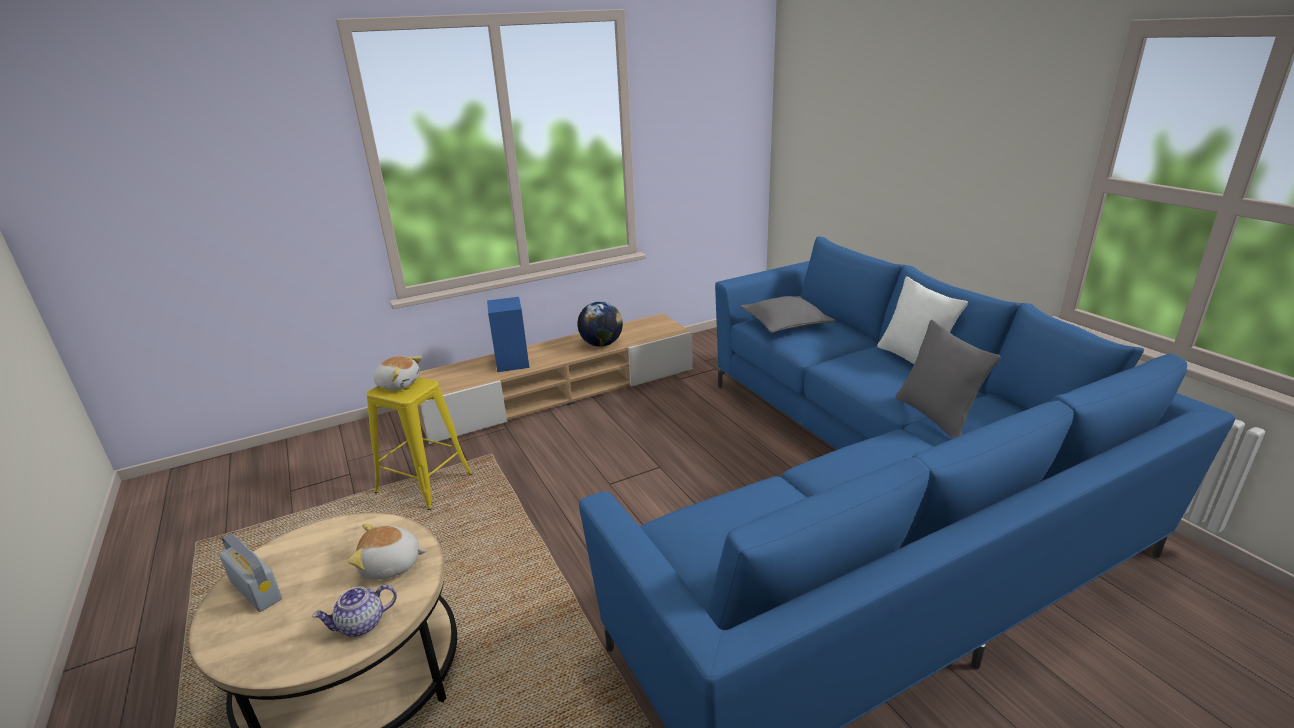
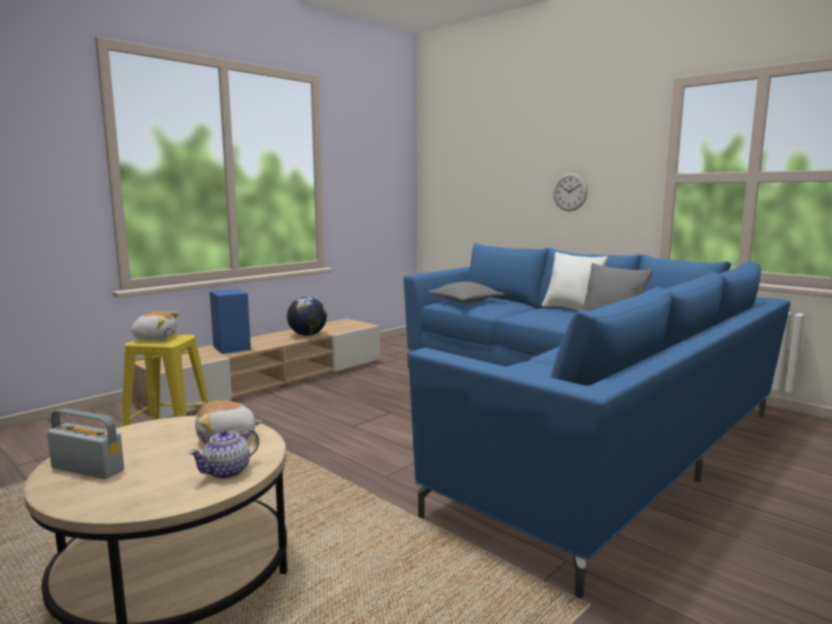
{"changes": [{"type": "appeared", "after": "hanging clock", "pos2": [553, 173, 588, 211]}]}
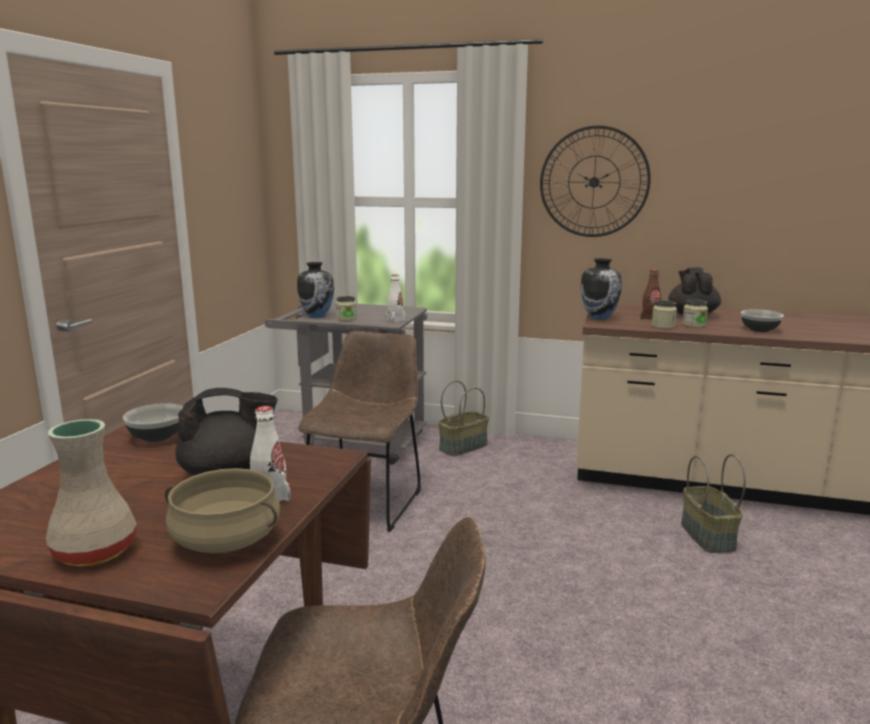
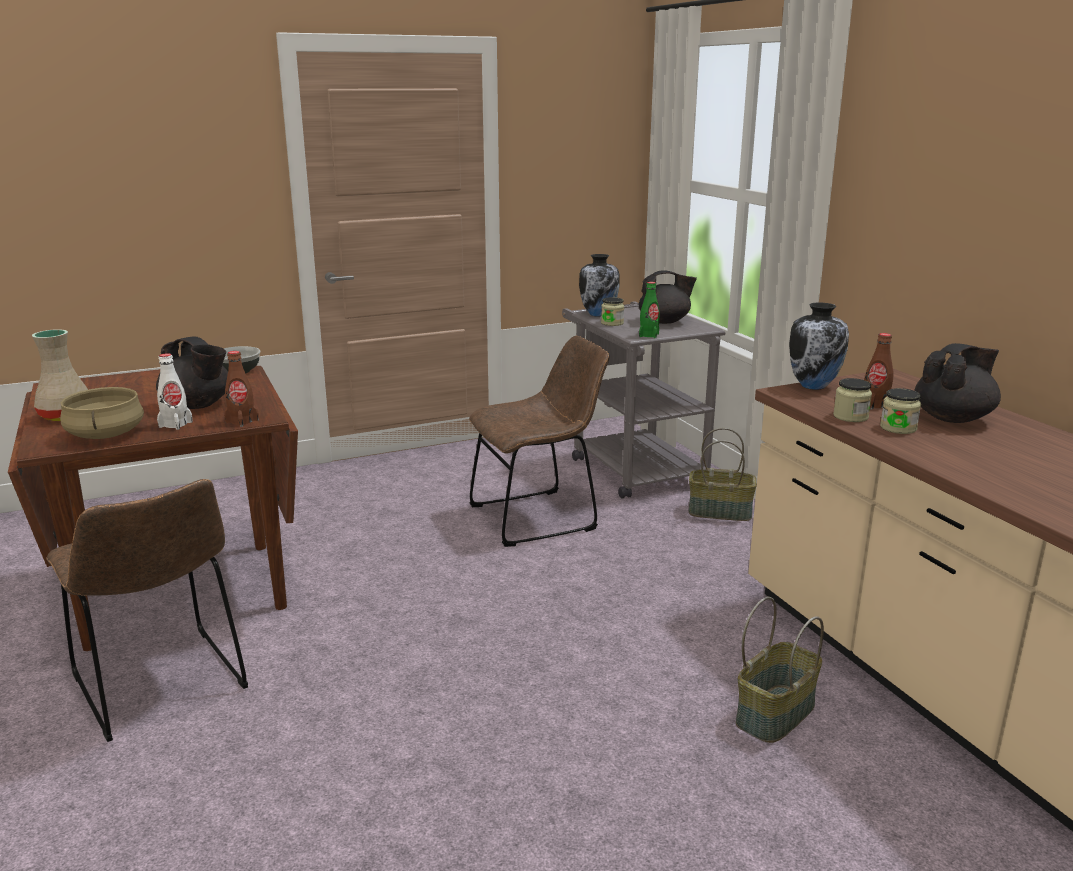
{"changes": [{"type": "missing", "before": "hanging clock", "pos1": [540, 125, 651, 237]}, {"type": "colour", "before": "drink bottle (white-coloured)", "after": "drink bottle (green-coloured)", "pos1": [386, 275, 406, 322], "pos2": [639, 282, 660, 338]}, {"type": "missing", "before": "serving bowl", "pos1": [741, 309, 784, 332]}, {"type": "appeared", "after": "pot for tea (black)", "pos2": [639, 270, 697, 324]}, {"type": "appeared", "after": "drink bottle (brownish)", "pos2": [224, 351, 259, 427]}]}
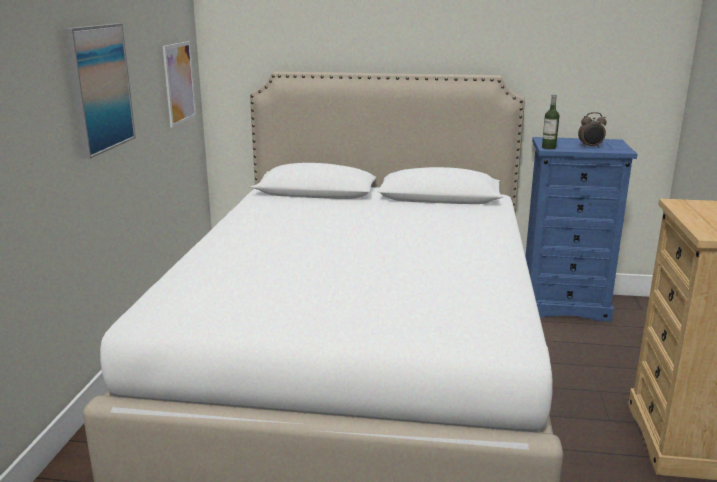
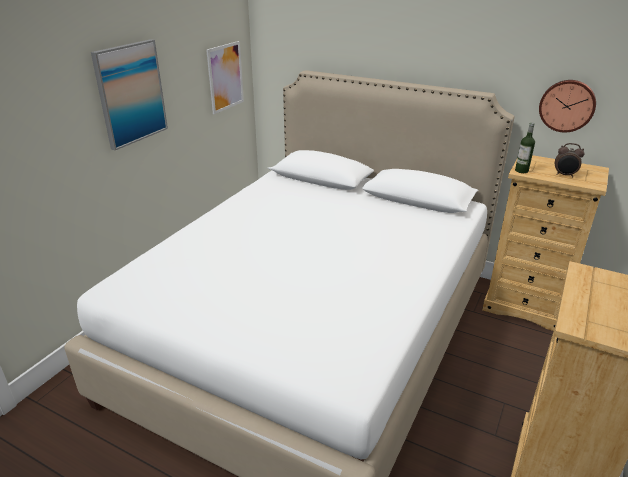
{"changes": [{"type": "colour", "before": "chest of drawers (blue)", "after": "chest of drawers (beige)", "pos1": [525, 137, 638, 322], "pos2": [482, 155, 609, 331]}, {"type": "appeared", "after": "hanging clock", "pos2": [539, 80, 596, 132]}]}
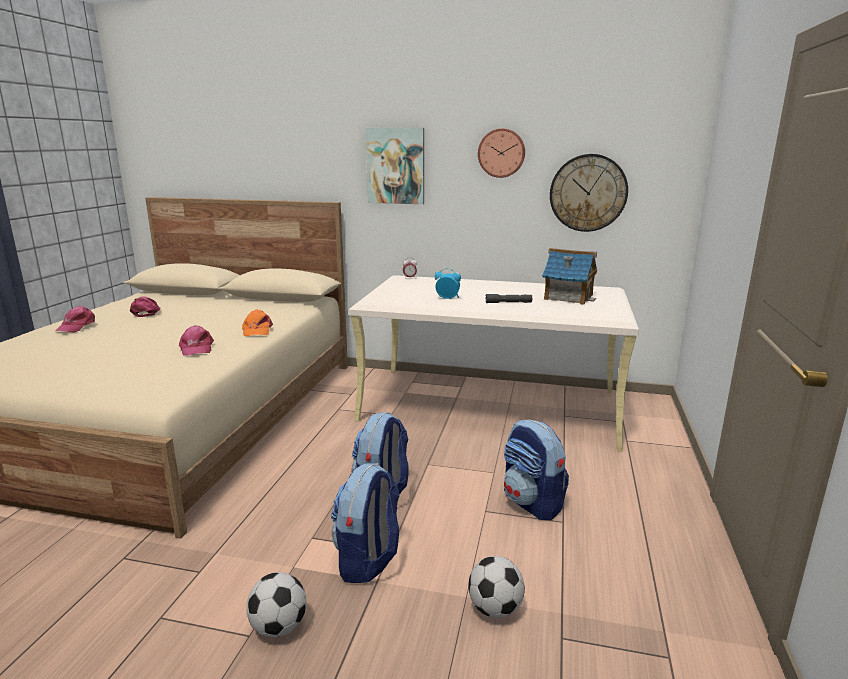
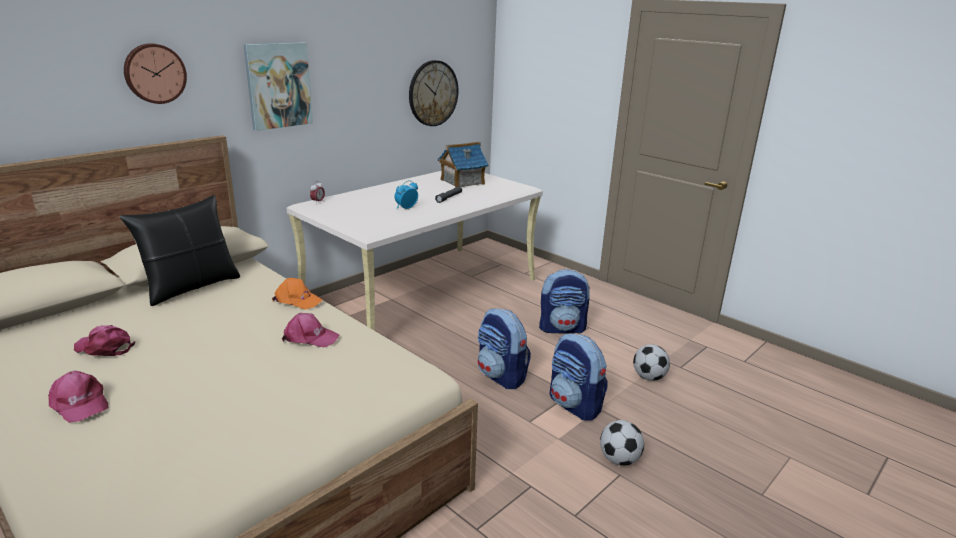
{"changes": [{"type": "relocated", "before": "hanging clock", "pos1": [478, 128, 525, 178], "pos2": [124, 43, 187, 104]}, {"type": "appeared", "after": "pillow (black)", "pos2": [120, 195, 240, 306]}]}
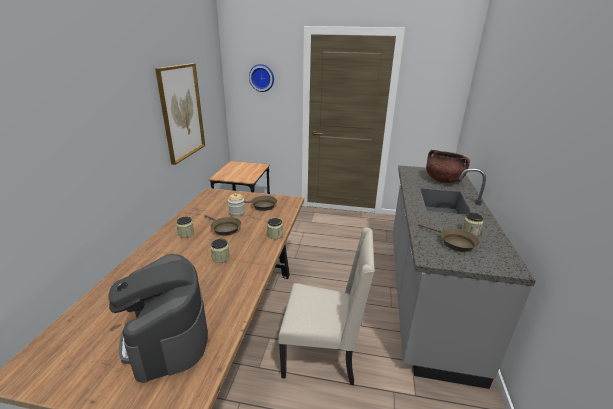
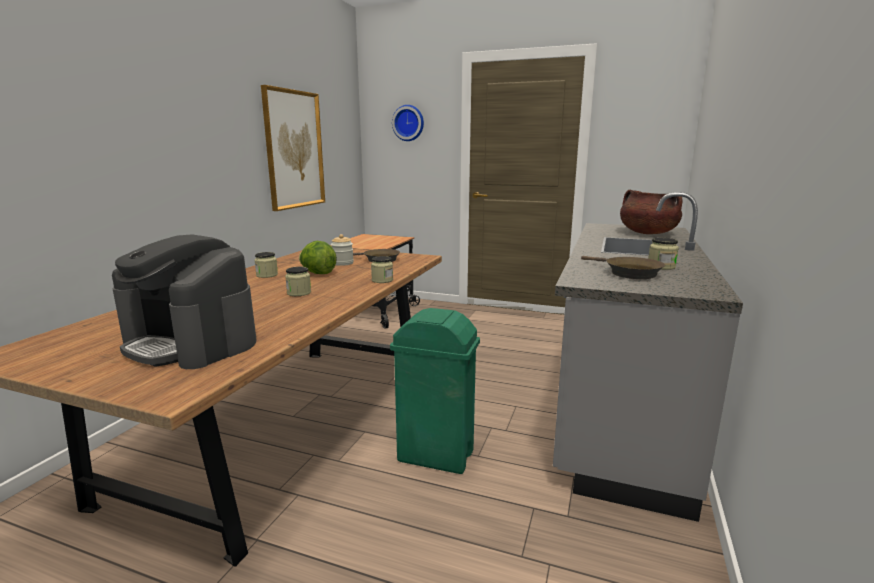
{"changes": [{"type": "exchanged", "before": "pan (brownish)", "after": "lettuce", "pos1": [204, 215, 241, 236], "pos2": [299, 241, 337, 274]}, {"type": "exchanged", "before": "chair (beige)", "after": "waste bin (green-coloured)", "pos1": [278, 227, 375, 385], "pos2": [390, 308, 480, 474]}, {"type": "spun", "before": "coffee machine", "pos1": [108, 254, 208, 383], "pos2": [112, 234, 257, 369], "turn": -45}]}
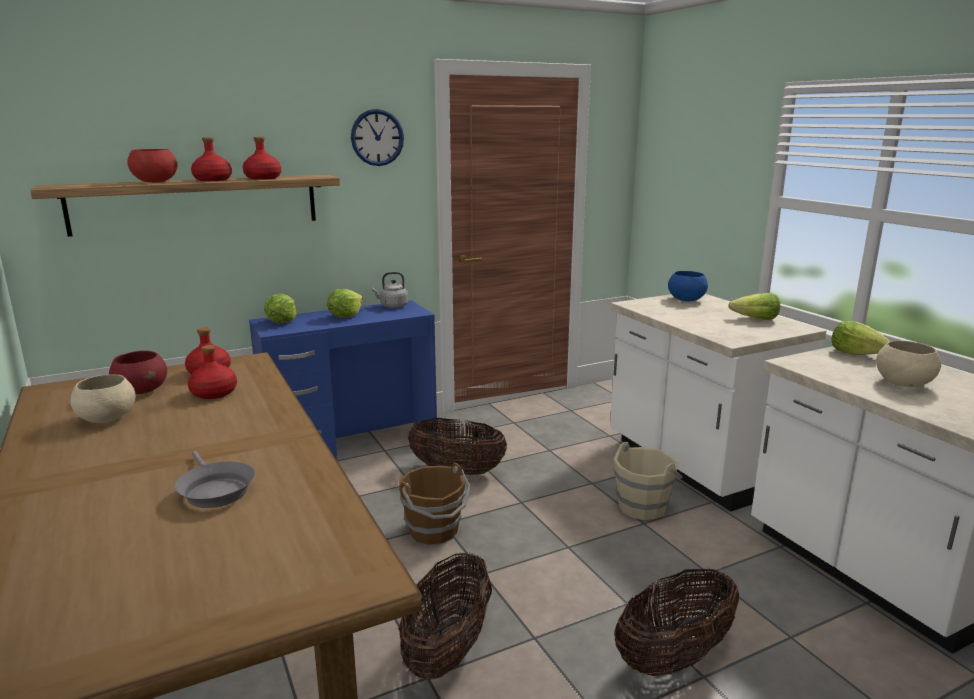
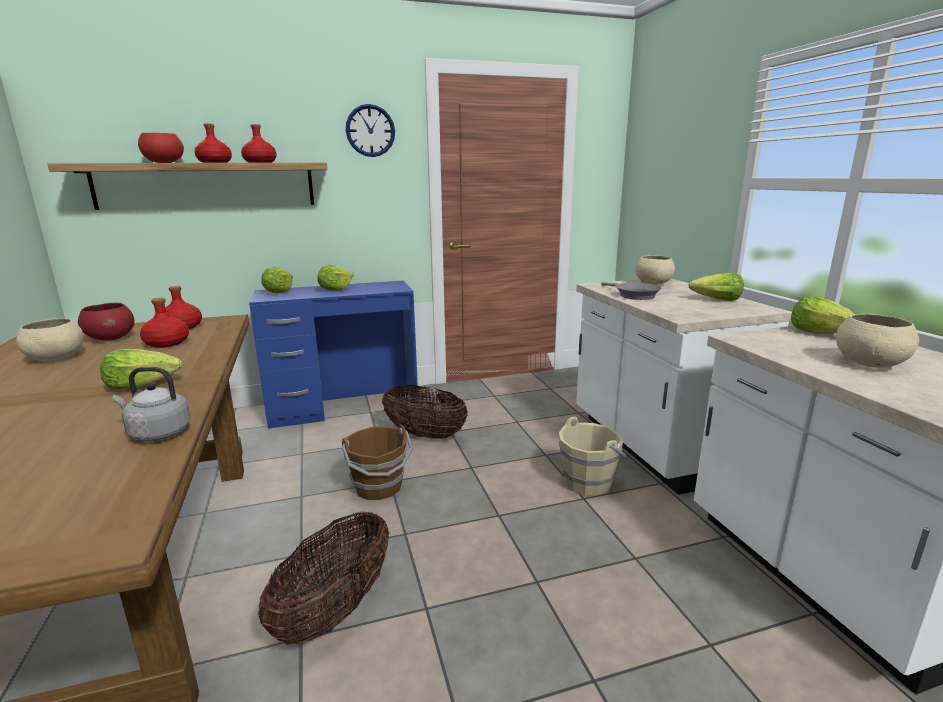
{"changes": [{"type": "colour", "before": "serving bowl (blue)", "after": "serving bowl (beige)", "pos1": [668, 271, 708, 301], "pos2": [635, 255, 675, 285]}, {"type": "relocated", "before": "kettle (grey)", "pos1": [372, 272, 408, 308], "pos2": [112, 367, 191, 441]}, {"type": "relocated", "before": "pan (grey)", "pos1": [175, 451, 255, 508], "pos2": [601, 282, 661, 300]}, {"type": "missing", "before": "household basket", "pos1": [614, 568, 739, 676]}, {"type": "appeared", "after": "lettuce", "pos2": [100, 349, 182, 390]}]}
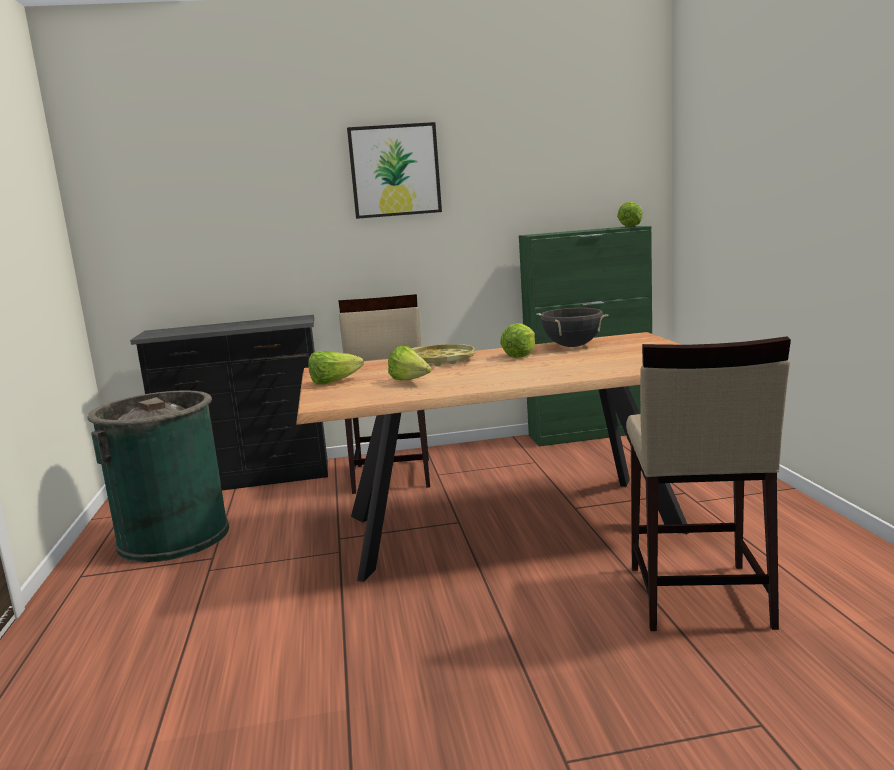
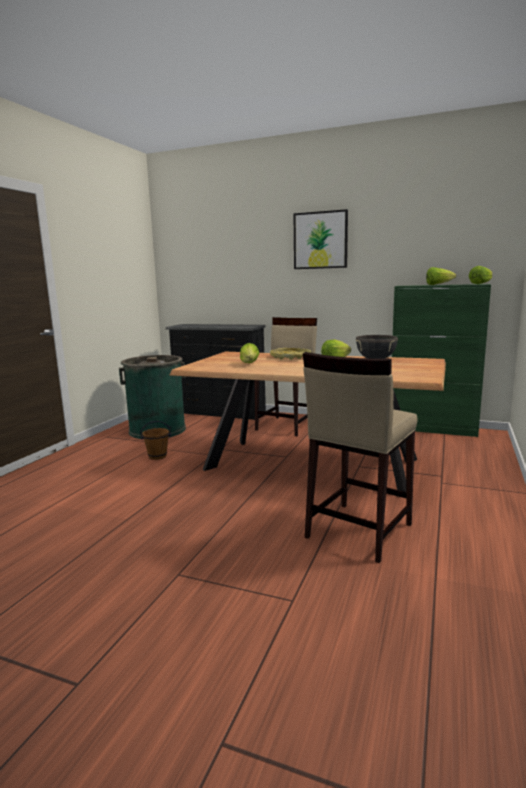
{"changes": [{"type": "relocated", "before": "lettuce", "pos1": [308, 351, 364, 385], "pos2": [426, 267, 456, 285]}, {"type": "appeared", "after": "water bucket (brownish)", "pos2": [140, 421, 171, 460]}]}
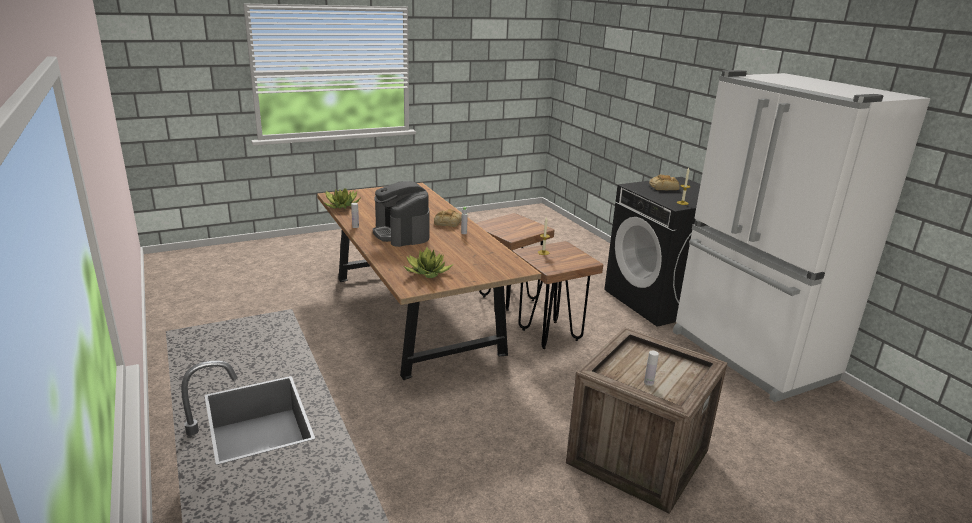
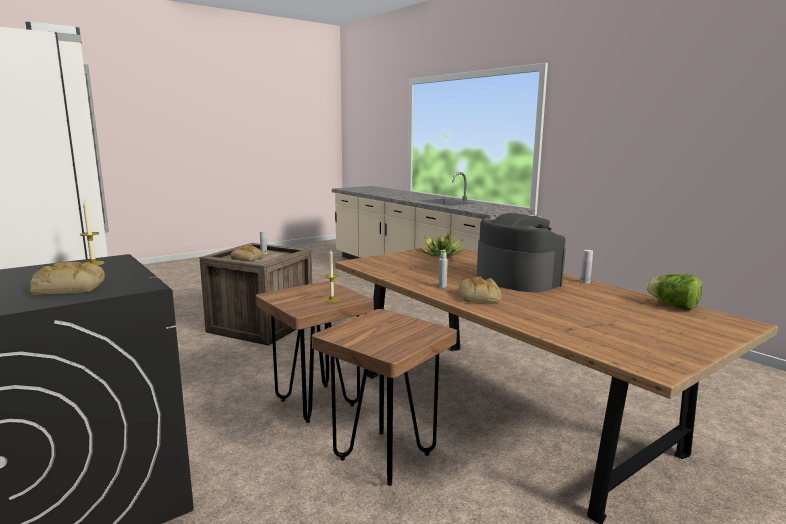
{"changes": [{"type": "exchanged", "before": "plant in a pot", "after": "lettuce", "pos1": [324, 188, 361, 209], "pos2": [647, 274, 702, 310]}, {"type": "appeared", "after": "baked bread", "pos2": [231, 245, 265, 261]}]}
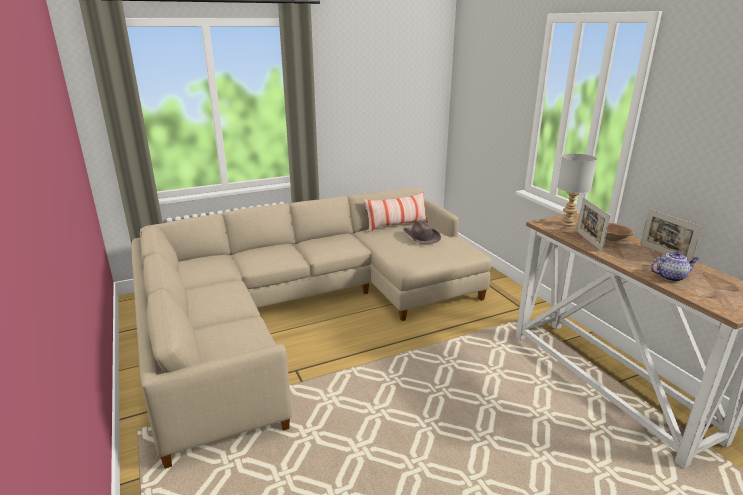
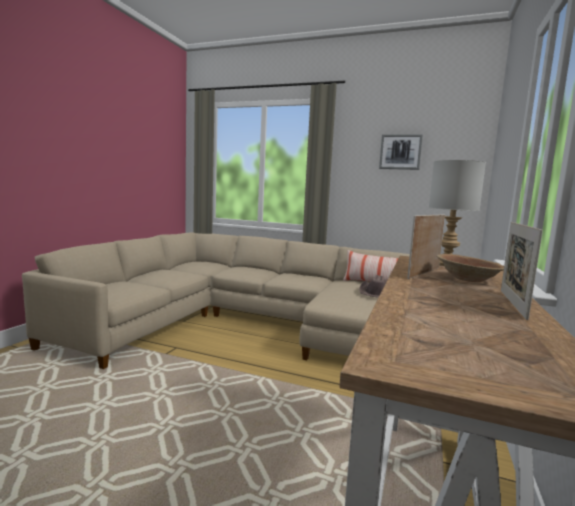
{"changes": [{"type": "missing", "before": "pot for tea", "pos1": [650, 252, 699, 282]}, {"type": "appeared", "after": "wall picture", "pos2": [379, 134, 423, 170]}]}
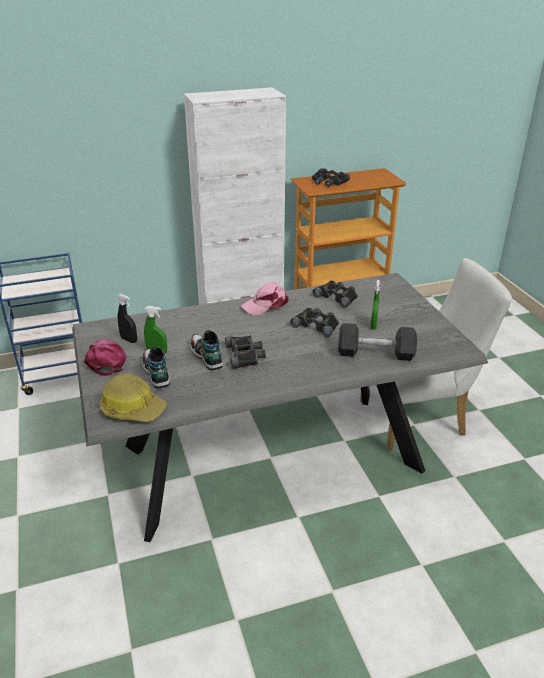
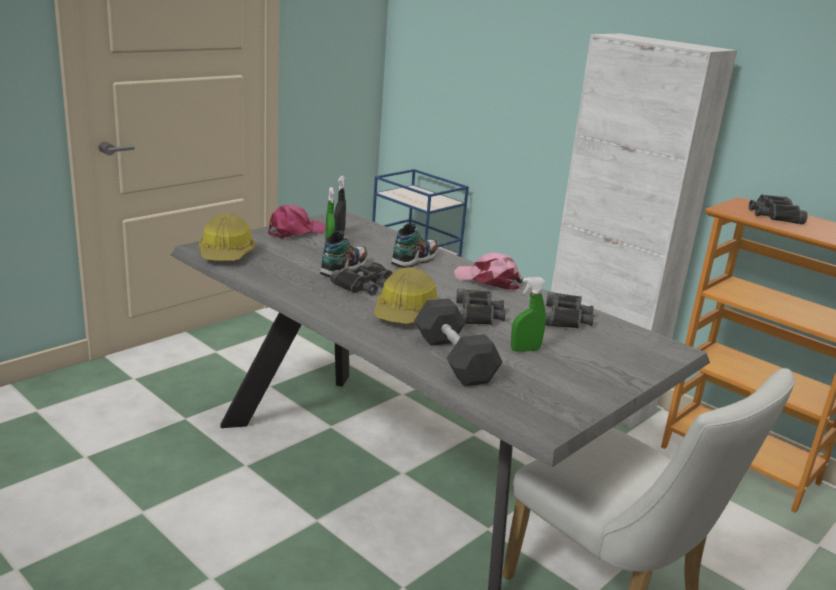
{"changes": [{"type": "relocated", "before": "shoe", "pos1": [142, 347, 170, 388], "pos2": [391, 223, 438, 268]}, {"type": "appeared", "after": "hard hat", "pos2": [374, 267, 438, 324]}]}
